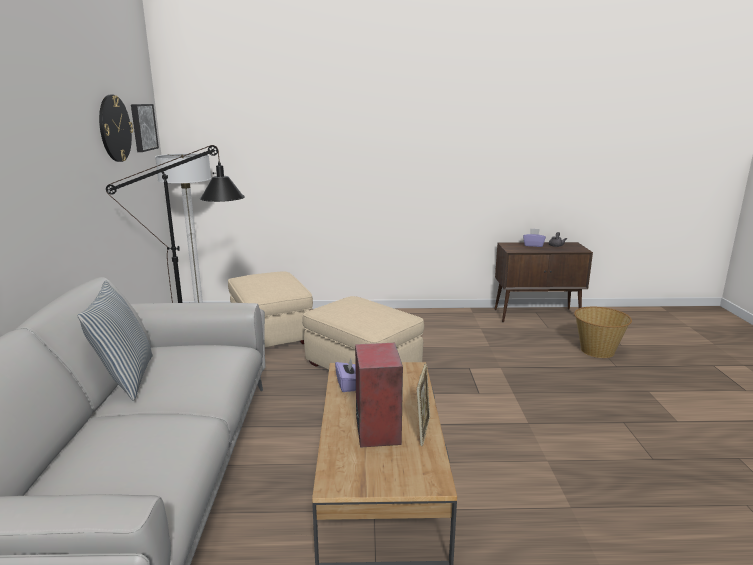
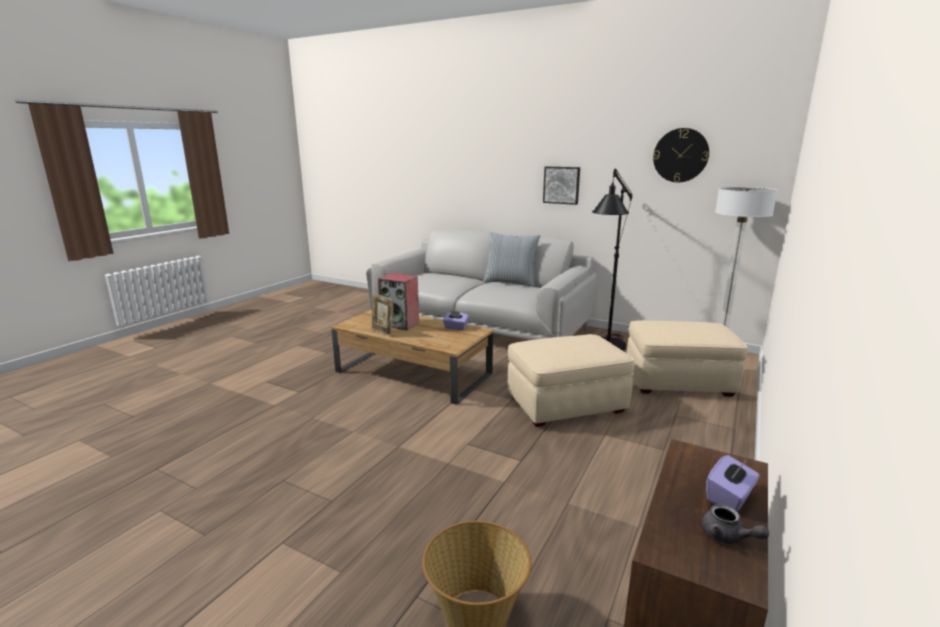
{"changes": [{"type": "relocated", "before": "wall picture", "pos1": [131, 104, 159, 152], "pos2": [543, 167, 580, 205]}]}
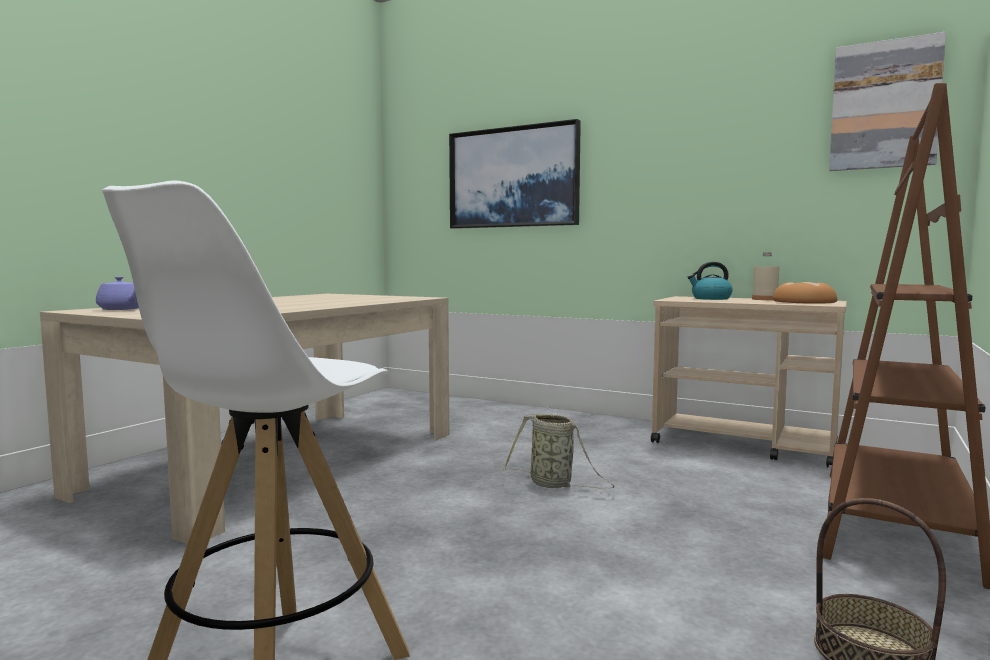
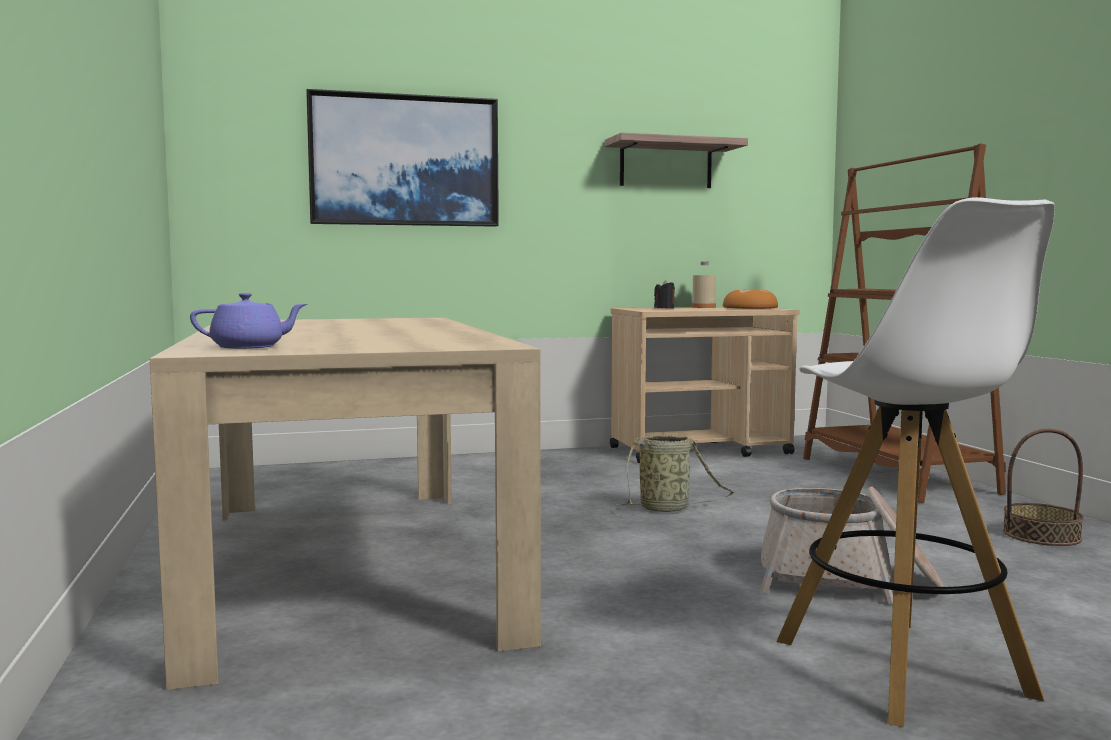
{"changes": [{"type": "missing", "before": "wall picture", "pos1": [829, 32, 946, 171]}, {"type": "exchanged", "before": "kettle", "after": "wax light (black)", "pos1": [688, 262, 733, 300], "pos2": [654, 280, 675, 308]}, {"type": "appeared", "after": "shelf", "pos2": [604, 133, 748, 188]}, {"type": "appeared", "after": "household basket", "pos2": [760, 487, 944, 604]}]}
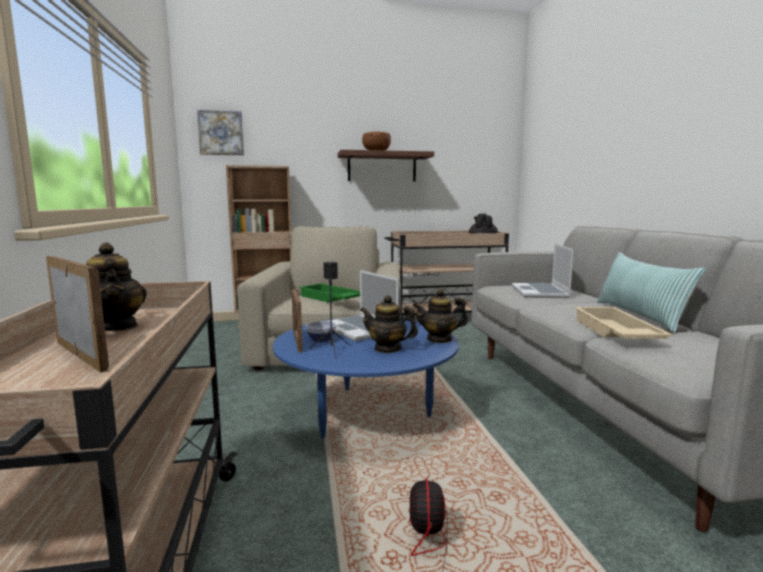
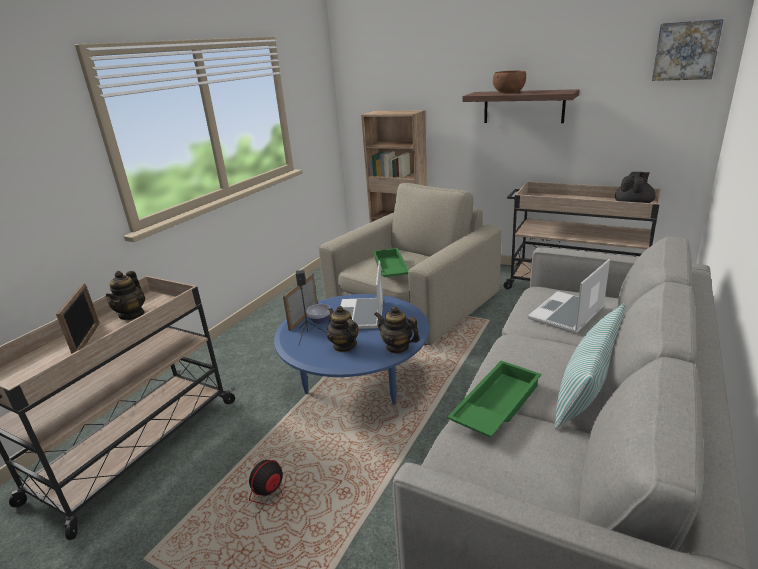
{"changes": [{"type": "relocated", "before": "wall picture", "pos1": [197, 110, 244, 155], "pos2": [652, 19, 724, 81]}, {"type": "colour", "before": "carrying tray (beige)", "after": "carrying tray (green-coloured)", "pos1": [574, 307, 673, 339], "pos2": [447, 361, 541, 437]}]}
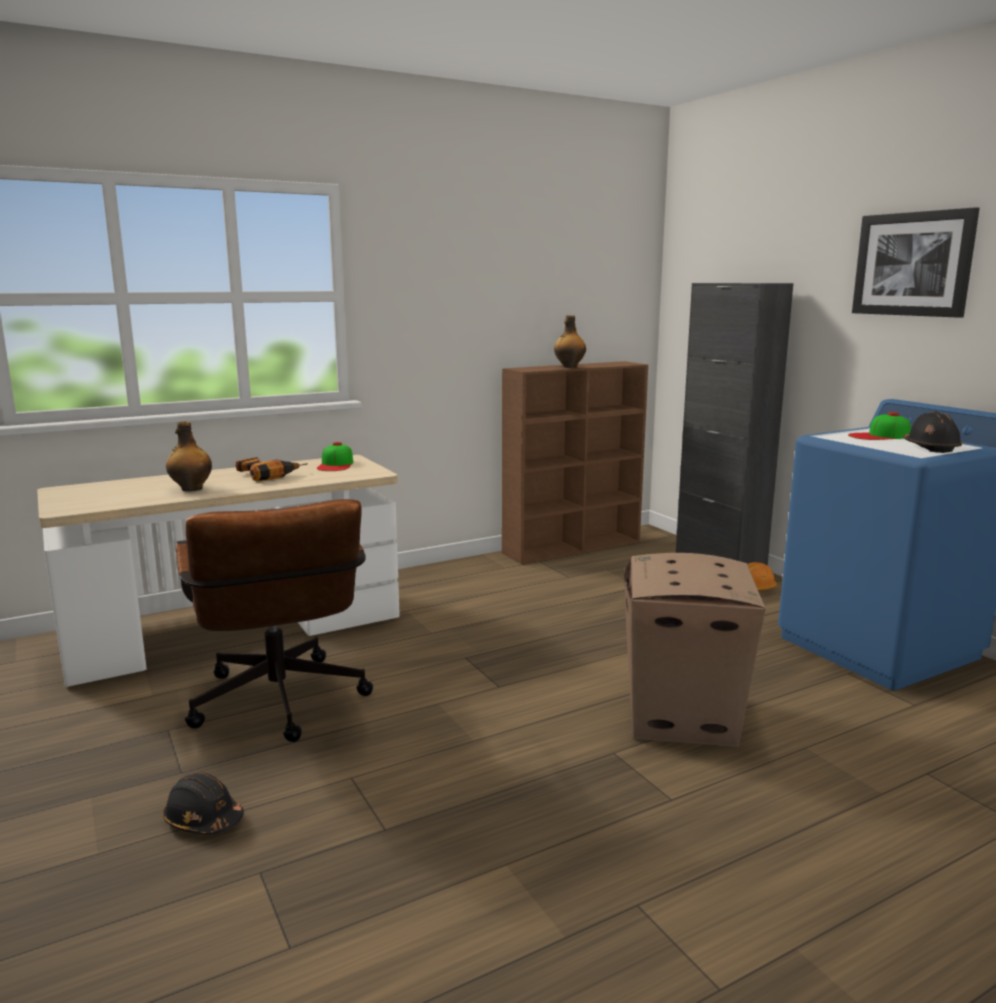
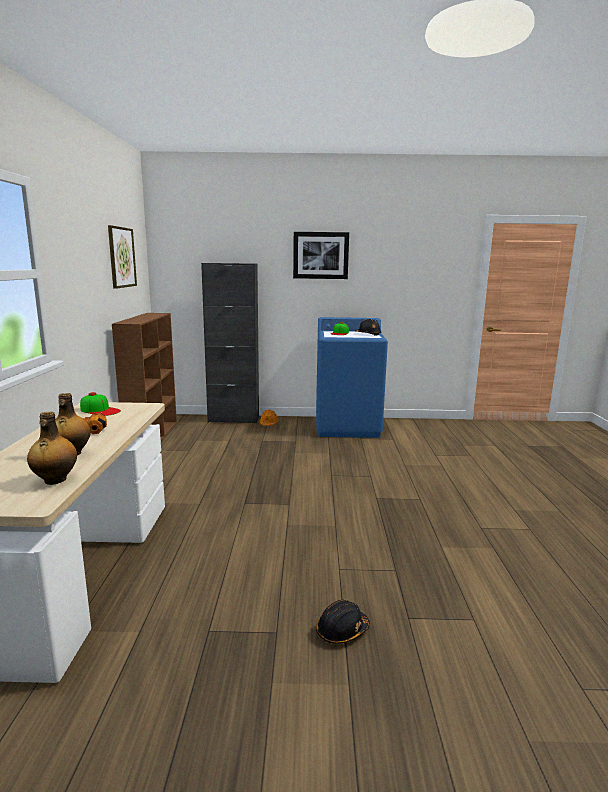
{"changes": [{"type": "relocated", "before": "drink bottle", "pos1": [554, 315, 586, 368], "pos2": [27, 412, 77, 485]}, {"type": "missing", "before": "office chair (brownish)", "pos1": [176, 499, 373, 742]}, {"type": "missing", "before": "cardboard box", "pos1": [624, 553, 766, 747]}, {"type": "appeared", "after": "wall picture", "pos2": [108, 225, 137, 289]}]}
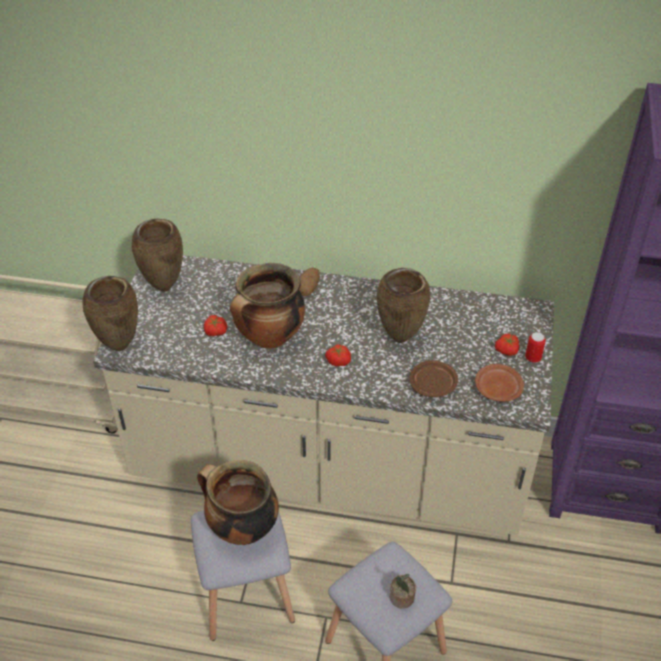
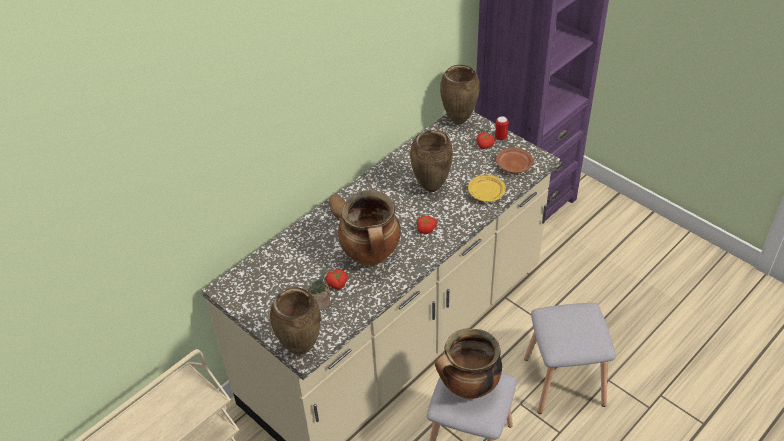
{"changes": [{"type": "relocated", "before": "flower vase (brownish)", "pos1": [132, 219, 183, 291], "pos2": [440, 65, 480, 124]}, {"type": "colour", "before": "dinner plate (brownish)", "after": "dinner plate (yellow)", "pos1": [409, 360, 458, 397], "pos2": [468, 175, 506, 202]}, {"type": "relocated", "before": "plant in a pot", "pos1": [390, 574, 416, 609], "pos2": [308, 267, 330, 310]}]}
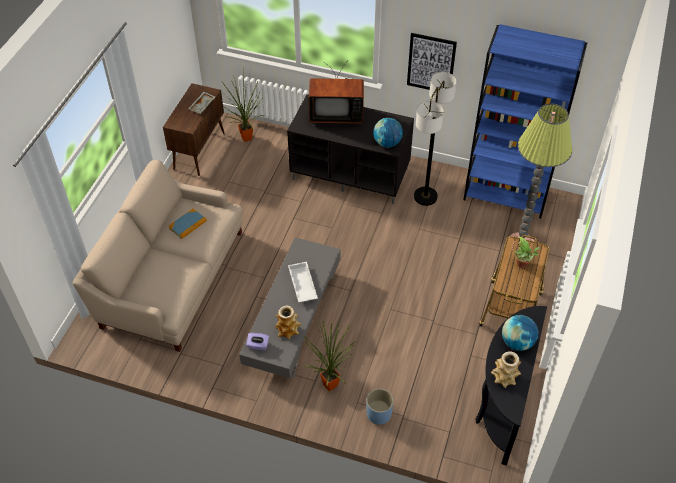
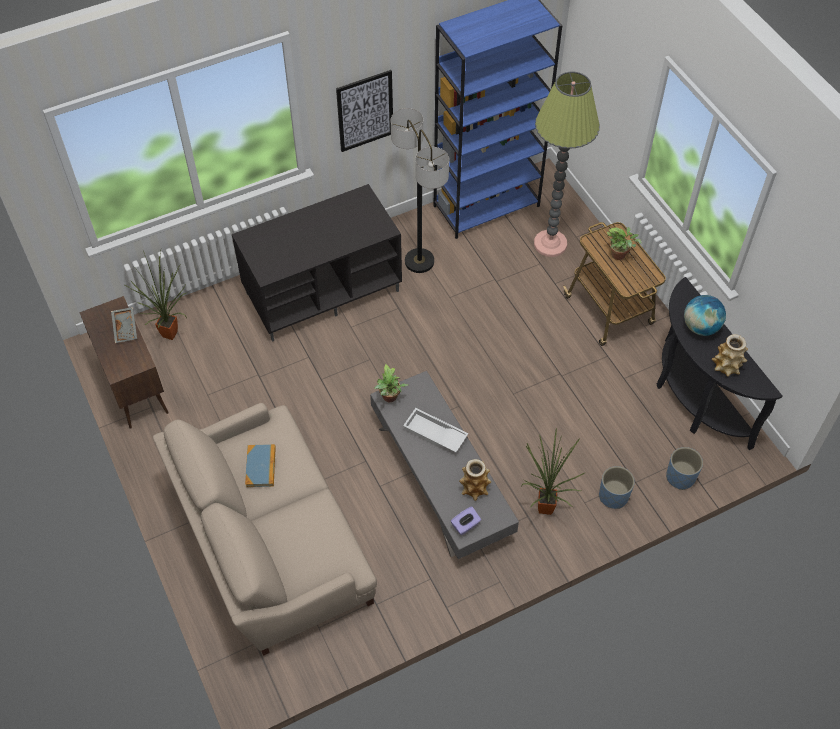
{"changes": [{"type": "missing", "before": "TV", "pos1": [309, 62, 364, 124]}, {"type": "missing", "before": "world globe", "pos1": [373, 118, 403, 147]}, {"type": "appeared", "after": "plant in a pot", "pos2": [374, 364, 408, 402]}, {"type": "appeared", "after": "plant pot (blue)", "pos2": [666, 447, 703, 490]}]}
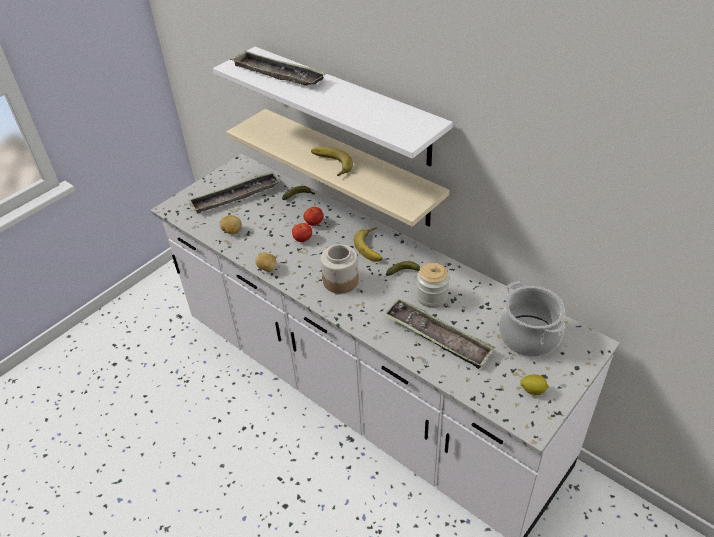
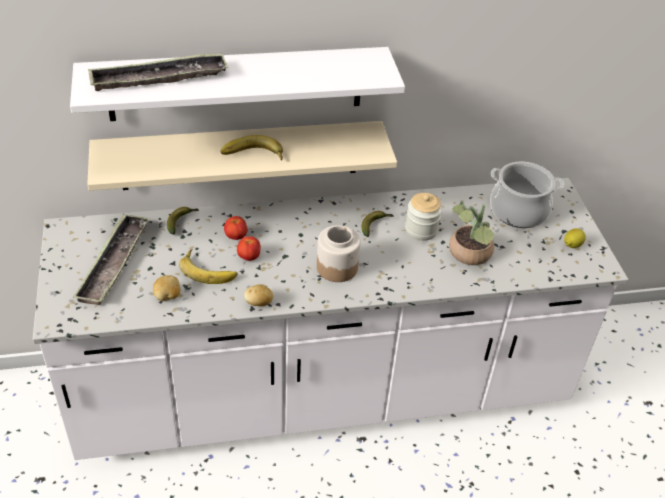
{"changes": [{"type": "relocated", "before": "banana", "pos1": [354, 227, 382, 262], "pos2": [179, 248, 237, 284]}, {"type": "exchanged", "before": "carrying tray", "after": "plant in a pot", "pos1": [383, 298, 495, 369], "pos2": [449, 201, 494, 265]}]}
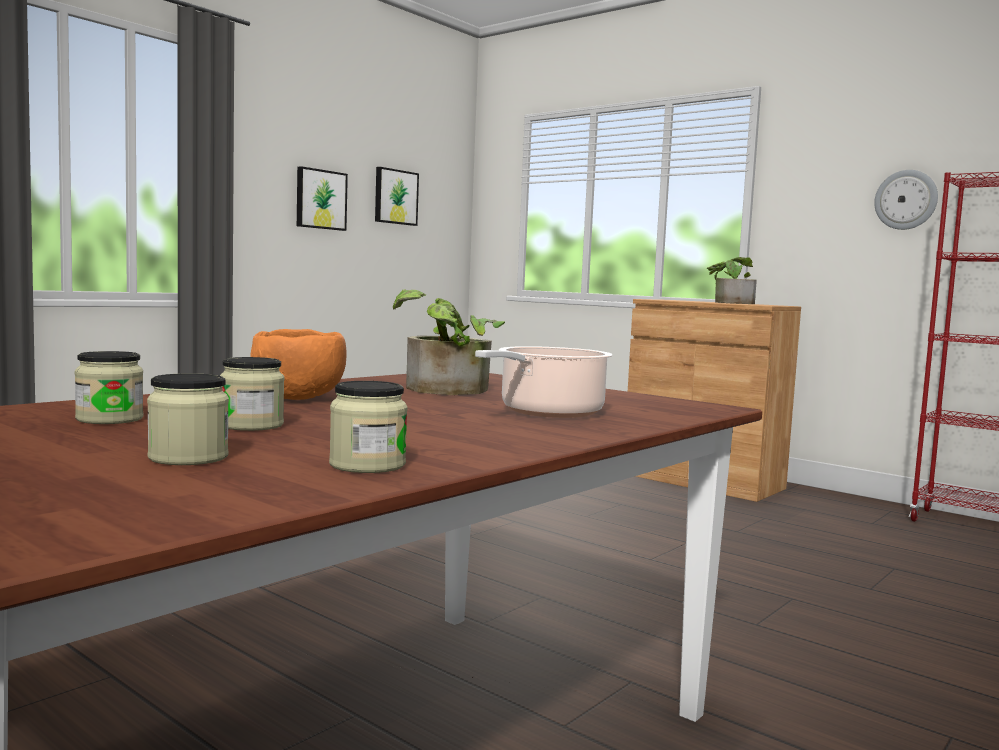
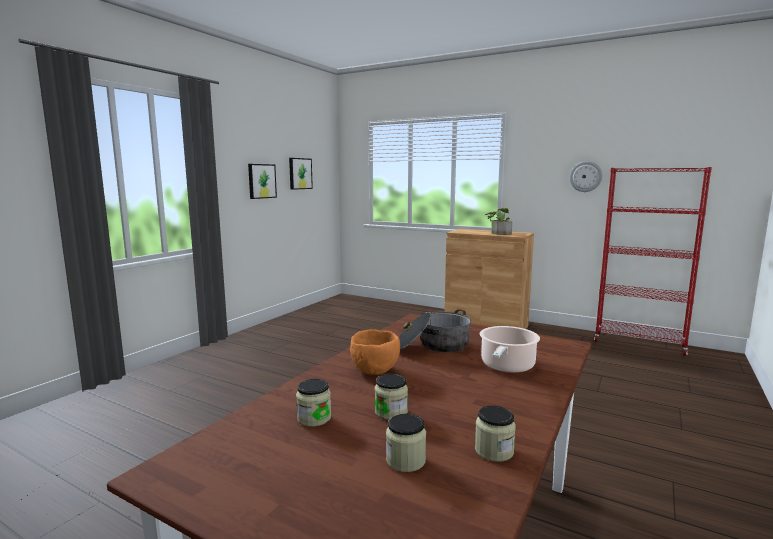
{"changes": [{"type": "exchanged", "before": "plant in a pot", "after": "stockpot", "pos1": [393, 290, 505, 395], "pos2": [399, 310, 471, 353]}]}
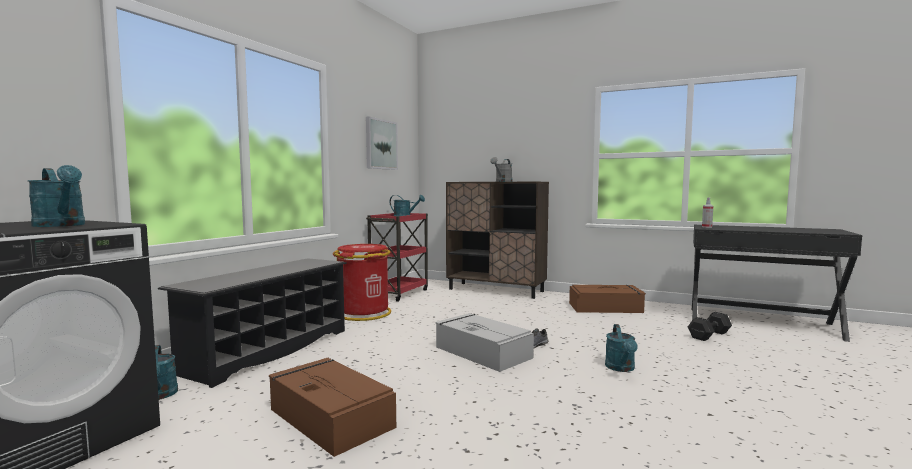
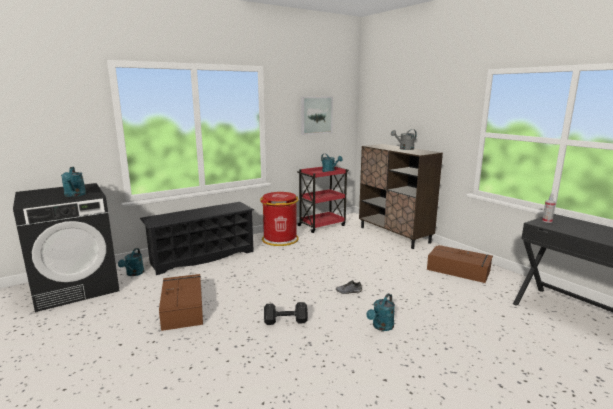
{"changes": [{"type": "relocated", "before": "hand weight (black)", "pos1": [688, 312, 732, 341], "pos2": [264, 302, 308, 325]}, {"type": "missing", "before": "storage box (grey)", "pos1": [435, 313, 534, 372]}]}
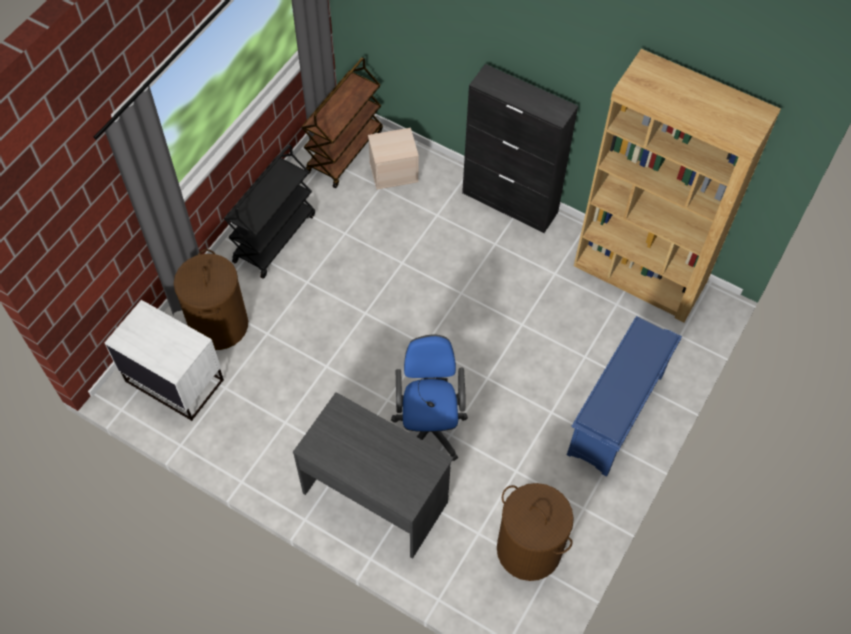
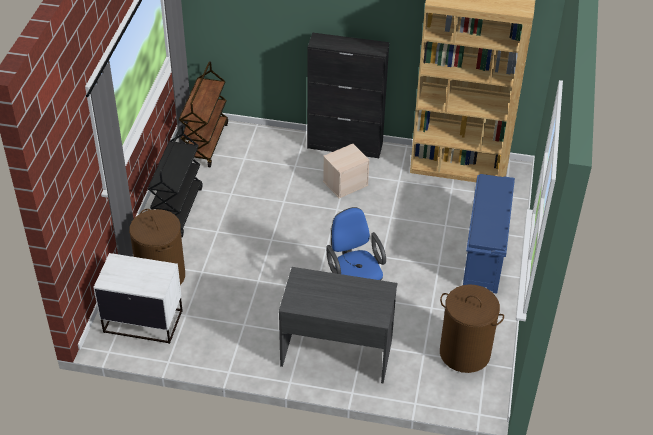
{"changes": [{"type": "relocated", "before": "storage box (beige)", "pos1": [368, 128, 419, 190], "pos2": [323, 144, 370, 198]}]}
